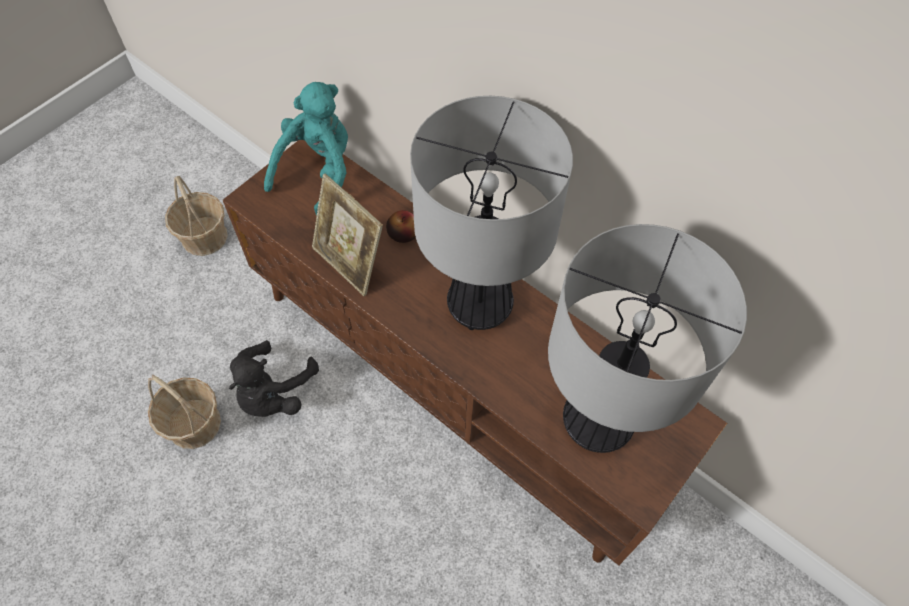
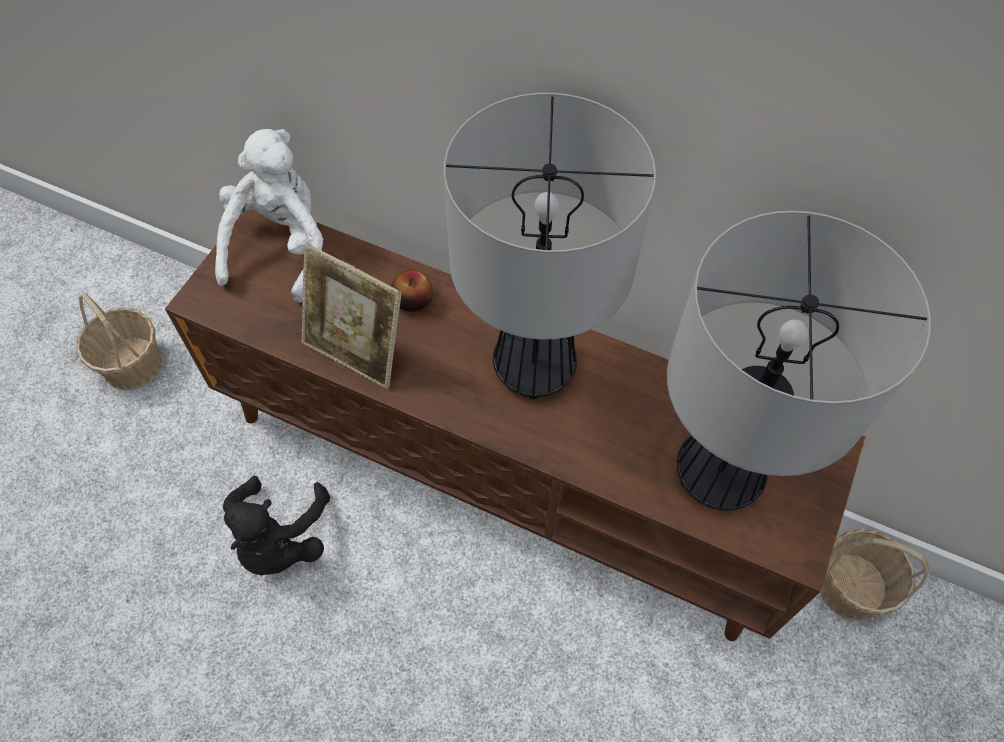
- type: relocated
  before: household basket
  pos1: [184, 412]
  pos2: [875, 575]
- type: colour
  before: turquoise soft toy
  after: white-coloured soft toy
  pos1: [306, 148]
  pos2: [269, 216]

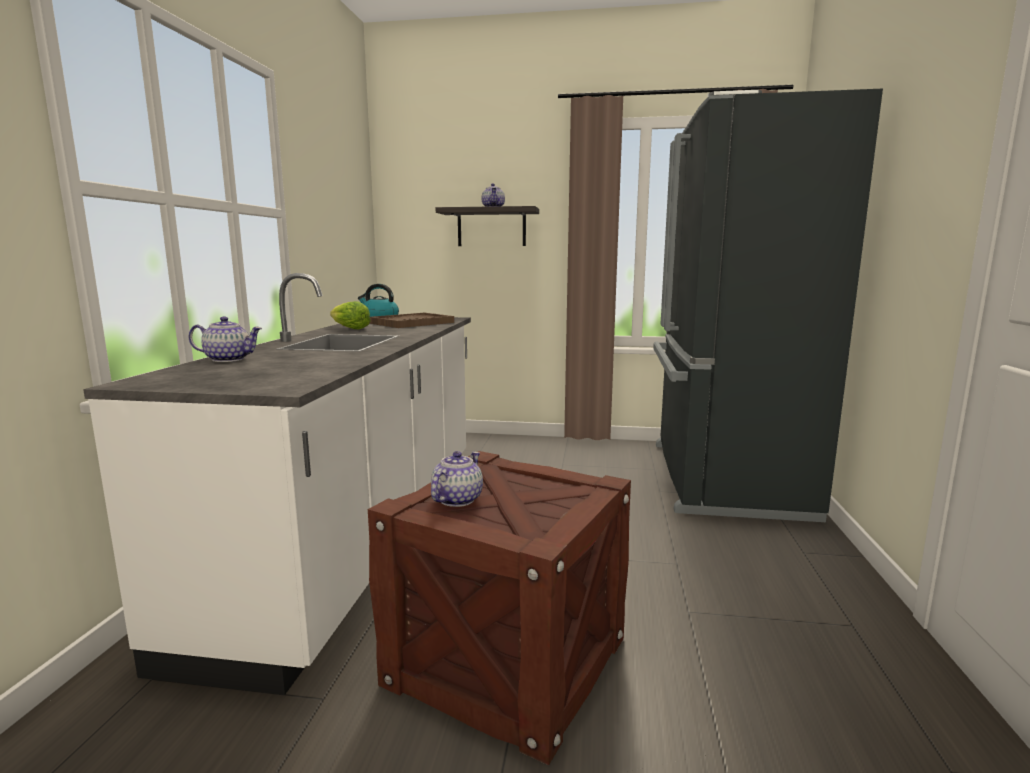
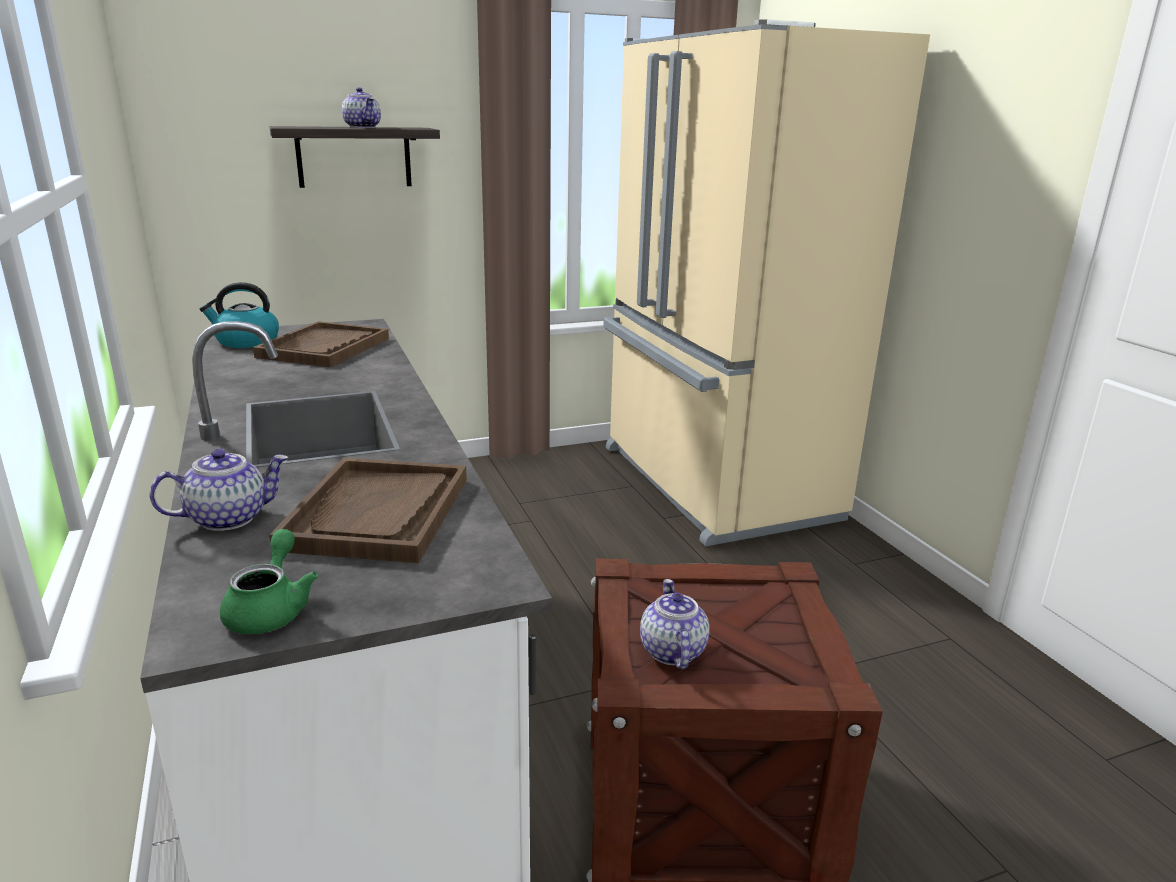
- type: missing
  before: lettuce head
  pos1: [350, 315]
- type: appeared
  after: greenish tea pot
  pos2: [269, 581]
- type: appeared
  after: brownish tray
  pos2: [368, 510]
- type: colour
  before: black refrigerator
  after: beige-coloured refrigerator
  pos1: [768, 305]
  pos2: [766, 282]

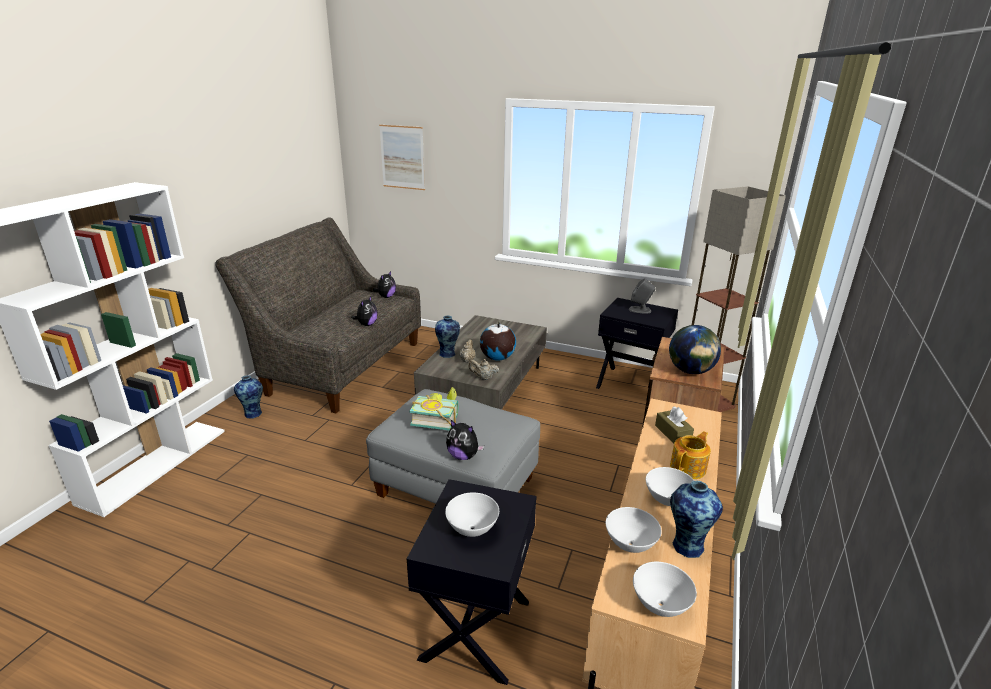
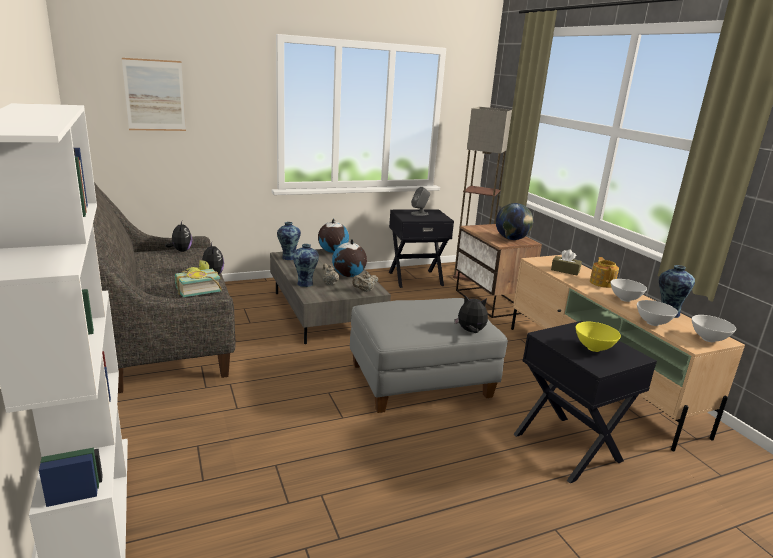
- type: appeared
  after: world globe
  pos2: [333, 235]
- type: relocated
  before: vase
  pos1: [248, 396]
  pos2: [289, 241]
- type: relocated
  before: bound book
  pos1: [434, 409]
  pos2: [198, 278]
- type: colour
  before: white-coloured bowl
  after: yellowish bowl
  pos1: [472, 514]
  pos2: [598, 337]
- type: spun
  before: soft toy
  pos1: [465, 439]
  pos2: [471, 314]
  turn: -150

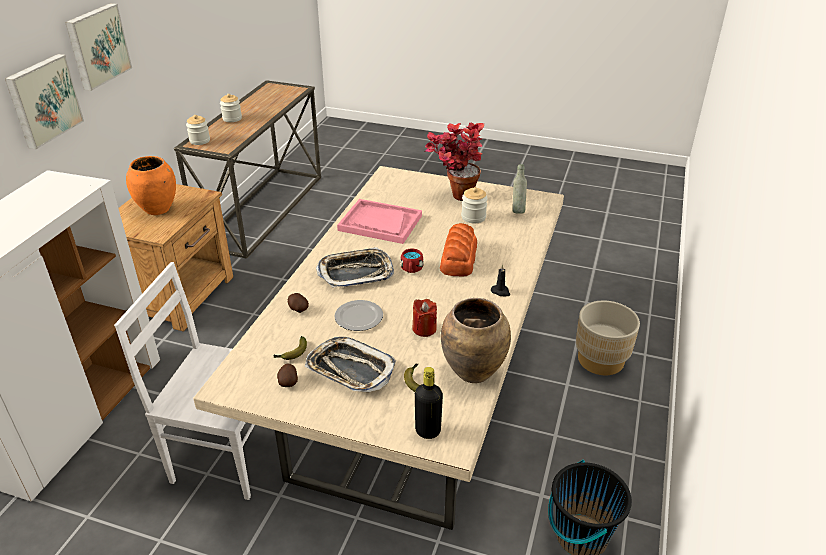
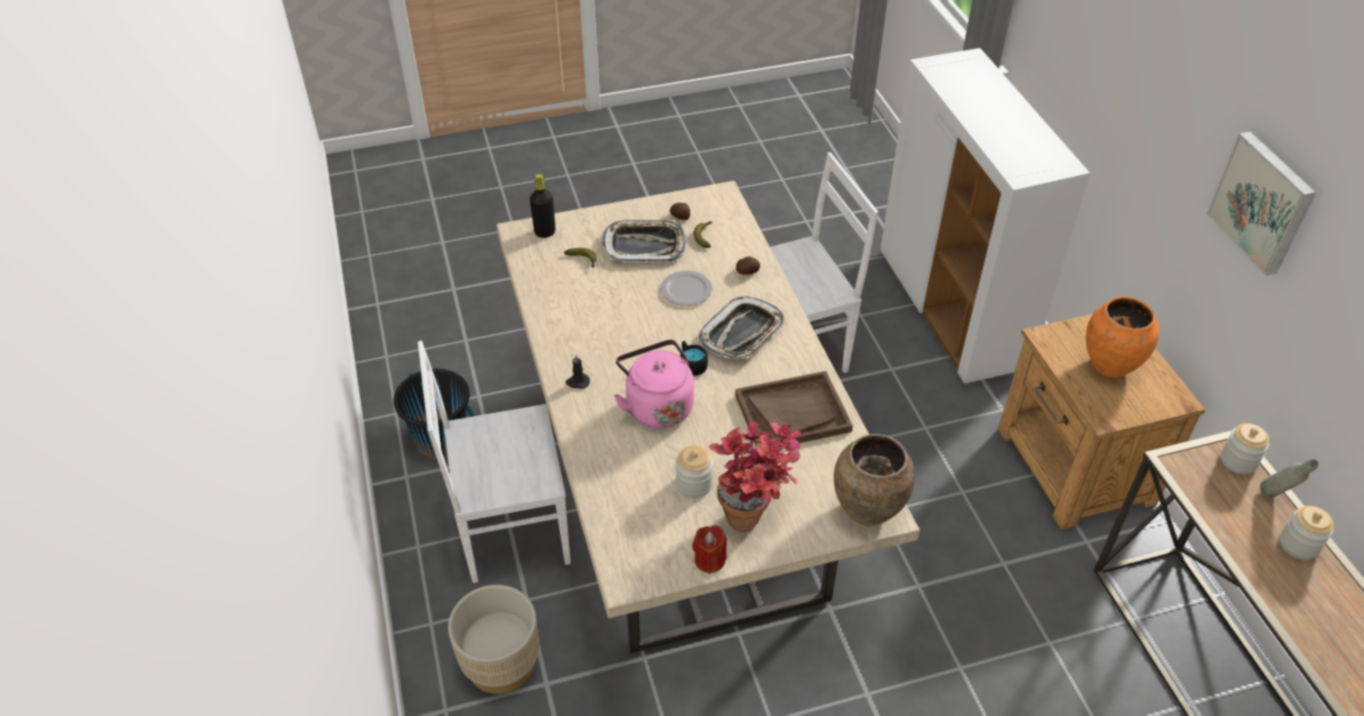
- type: missing
  before: wall picture
  pos1: [44, 102]
- type: appeared
  after: white-coloured plain chair
  pos2: [494, 462]
- type: relocated
  before: reddish wax light
  pos1: [424, 318]
  pos2: [709, 549]
- type: relocated
  before: brownish vase
  pos1: [476, 340]
  pos2: [874, 480]
- type: relocated
  before: gray bottle
  pos1: [519, 189]
  pos2: [1289, 478]
- type: exchanged
  before: bread
  after: pink water kettle
  pos1: [458, 249]
  pos2: [654, 383]
- type: colour
  before: pink tray
  after: brownish tray
  pos1: [379, 221]
  pos2: [794, 409]
- type: colour
  before: reddish coffee mug
  after: black coffee mug
  pos1: [412, 260]
  pos2: [694, 358]

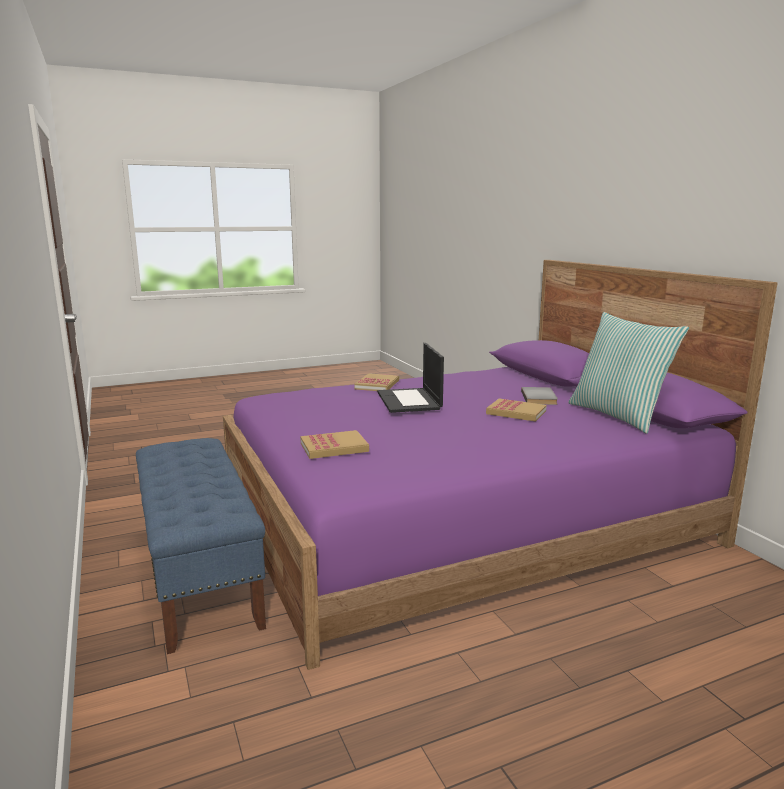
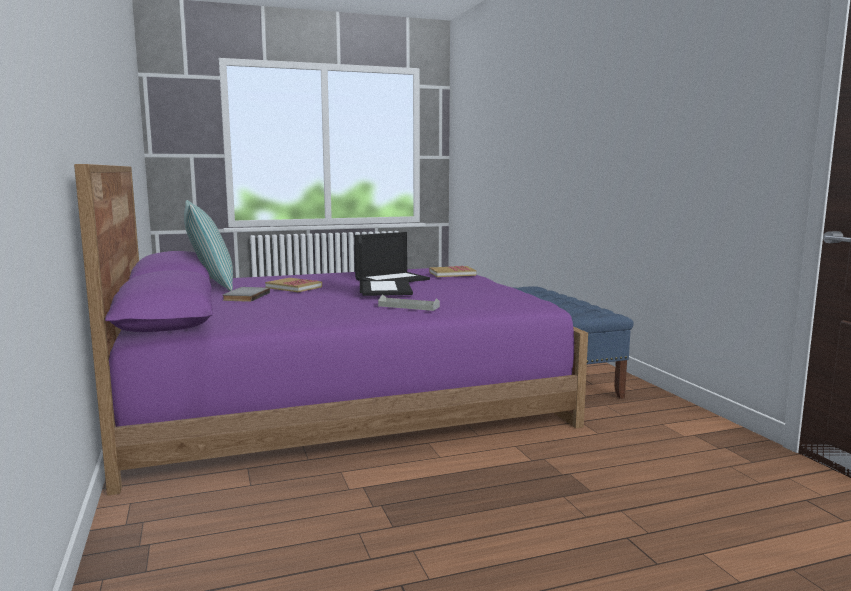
- type: appeared
  after: portable computer
  pos2: [392, 257]
- type: exchanged
  before: bound book
  after: gray tray
  pos1: [377, 382]
  pos2: [409, 303]

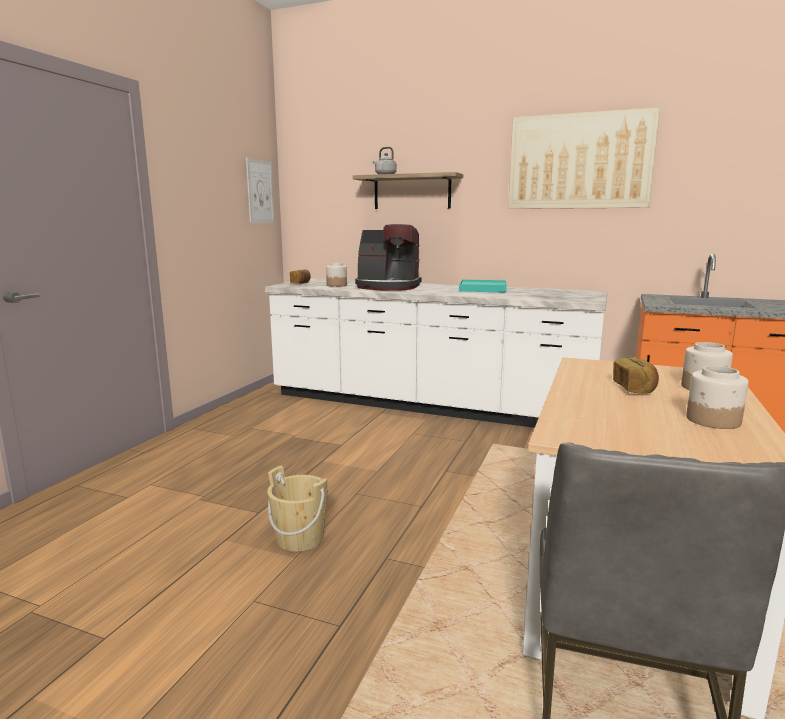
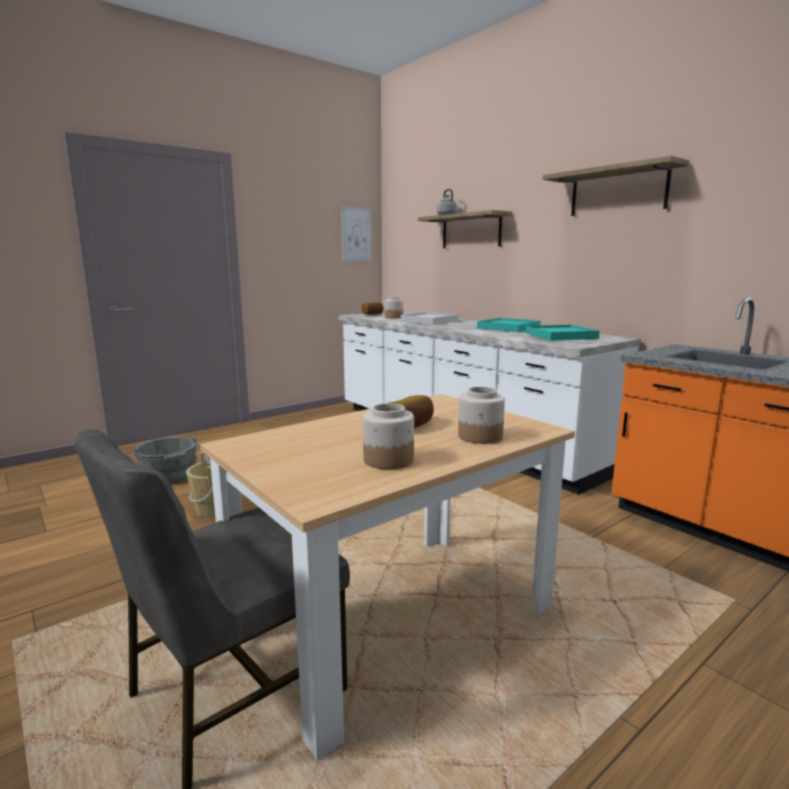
- type: appeared
  after: gray bucket
  pos2: [166, 460]
- type: appeared
  after: turquoise tray
  pos2: [563, 333]
- type: exchanged
  before: coffee machine
  after: white-coloured tray
  pos1: [388, 257]
  pos2: [429, 318]
- type: exchanged
  before: wall picture
  after: shelf
  pos1: [584, 158]
  pos2: [616, 186]

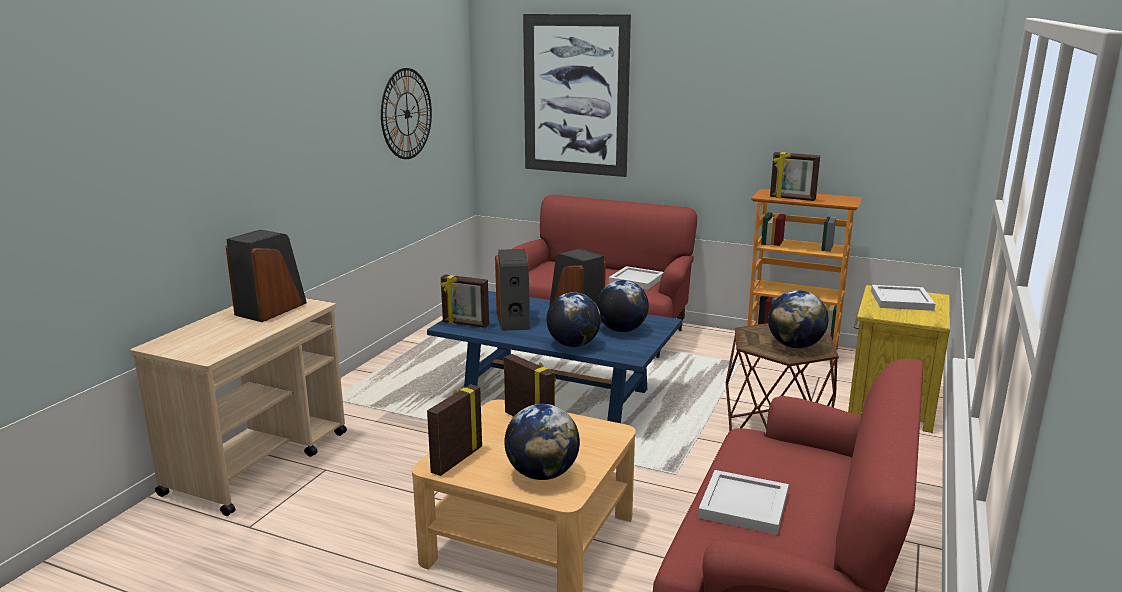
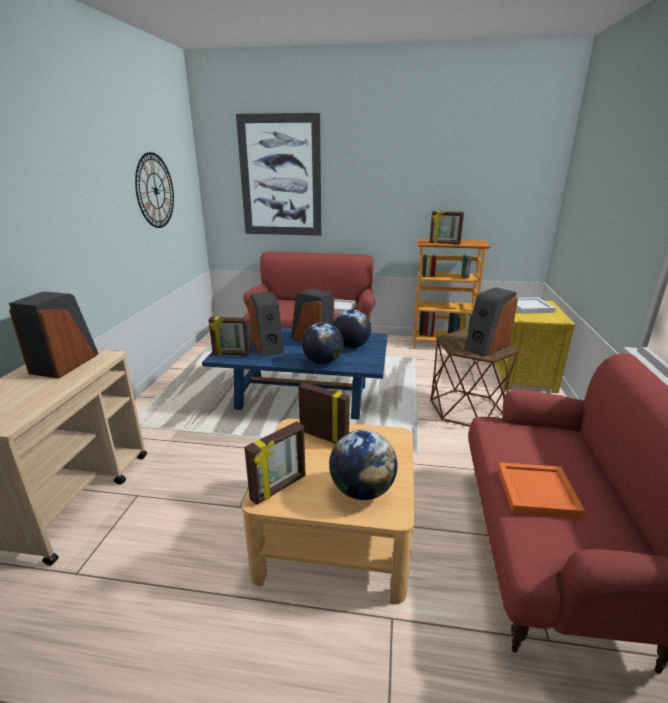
- type: exchanged
  before: world globe
  after: audio speaker
  pos1: [798, 319]
  pos2: [491, 322]
- type: colour
  before: white-coloured tray
  after: orange tray
  pos1: [743, 502]
  pos2: [541, 490]
- type: spun
  before: picture frame
  pos1: [454, 430]
  pos2: [275, 463]
  turn: -150

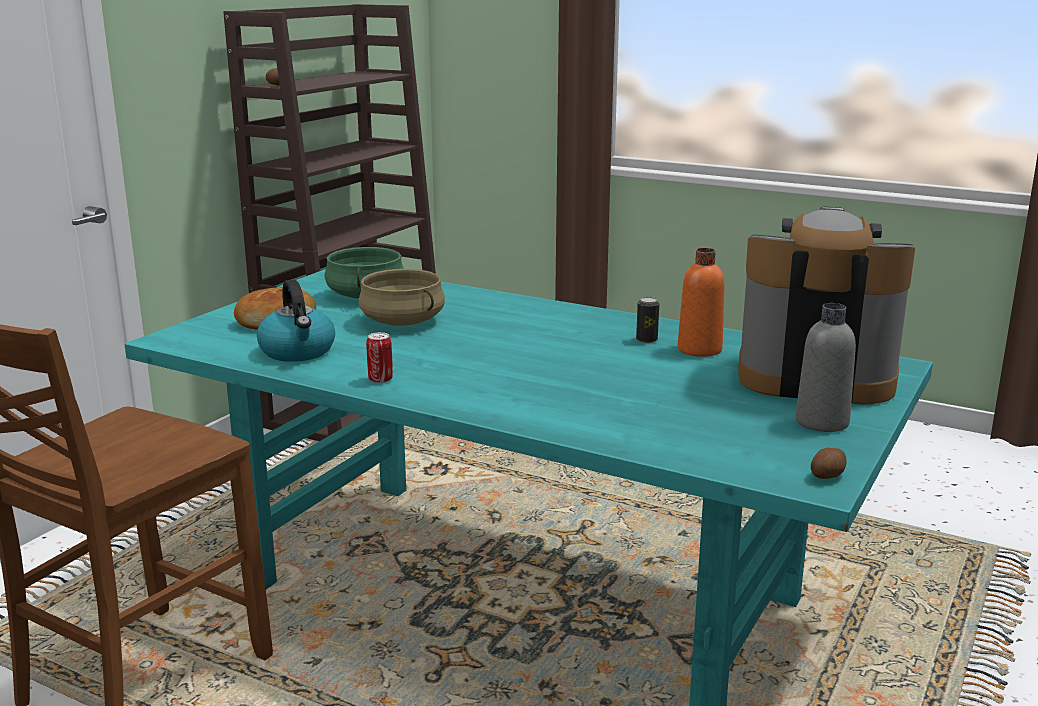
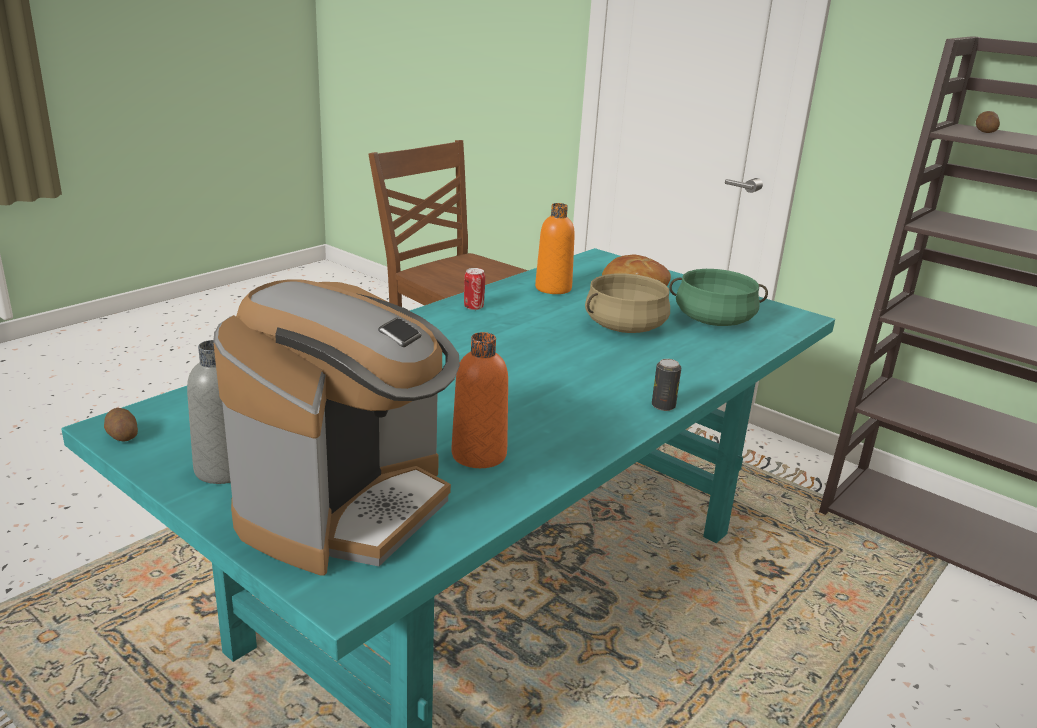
- type: relocated
  before: sealed can
  pos1: [647, 320]
  pos2: [666, 385]
- type: exchanged
  before: water kettle
  after: orange bottle
  pos1: [296, 321]
  pos2: [555, 248]

